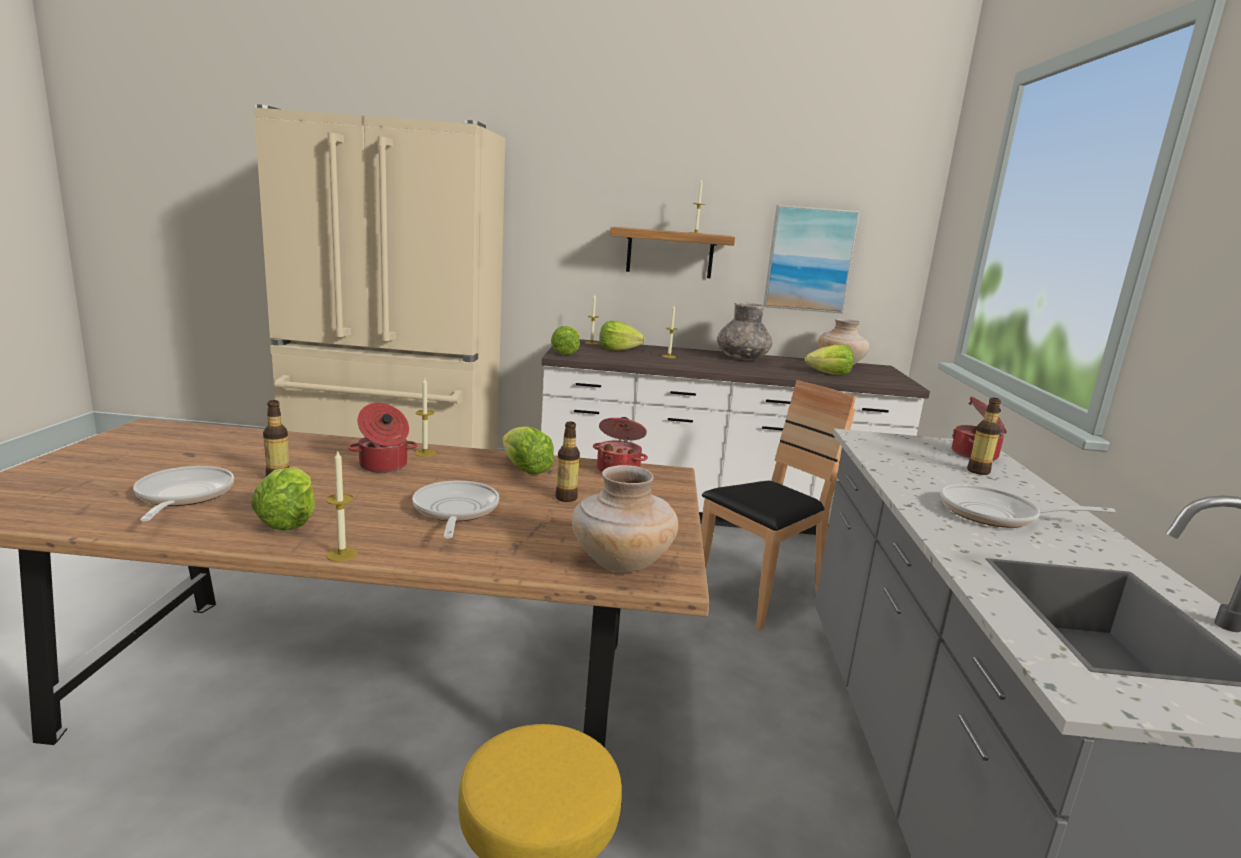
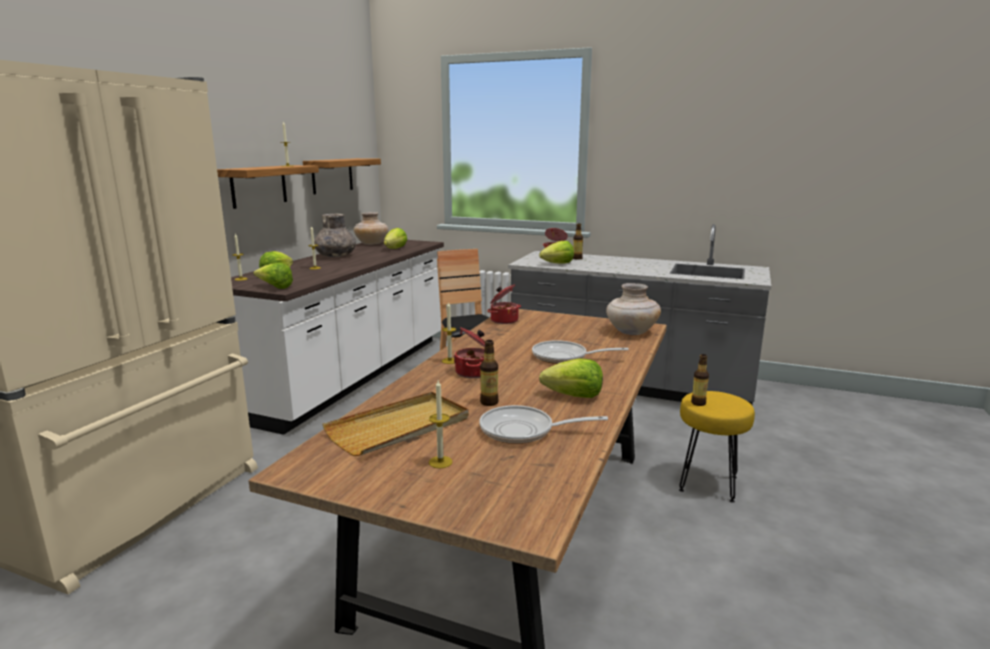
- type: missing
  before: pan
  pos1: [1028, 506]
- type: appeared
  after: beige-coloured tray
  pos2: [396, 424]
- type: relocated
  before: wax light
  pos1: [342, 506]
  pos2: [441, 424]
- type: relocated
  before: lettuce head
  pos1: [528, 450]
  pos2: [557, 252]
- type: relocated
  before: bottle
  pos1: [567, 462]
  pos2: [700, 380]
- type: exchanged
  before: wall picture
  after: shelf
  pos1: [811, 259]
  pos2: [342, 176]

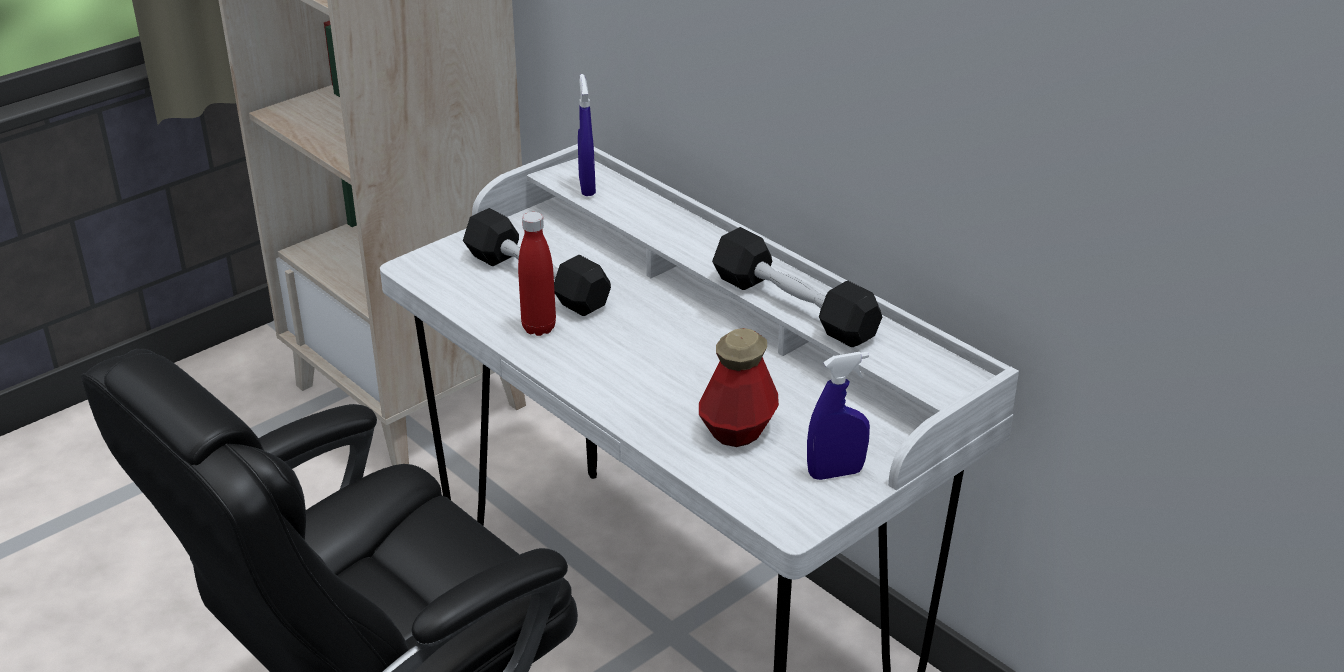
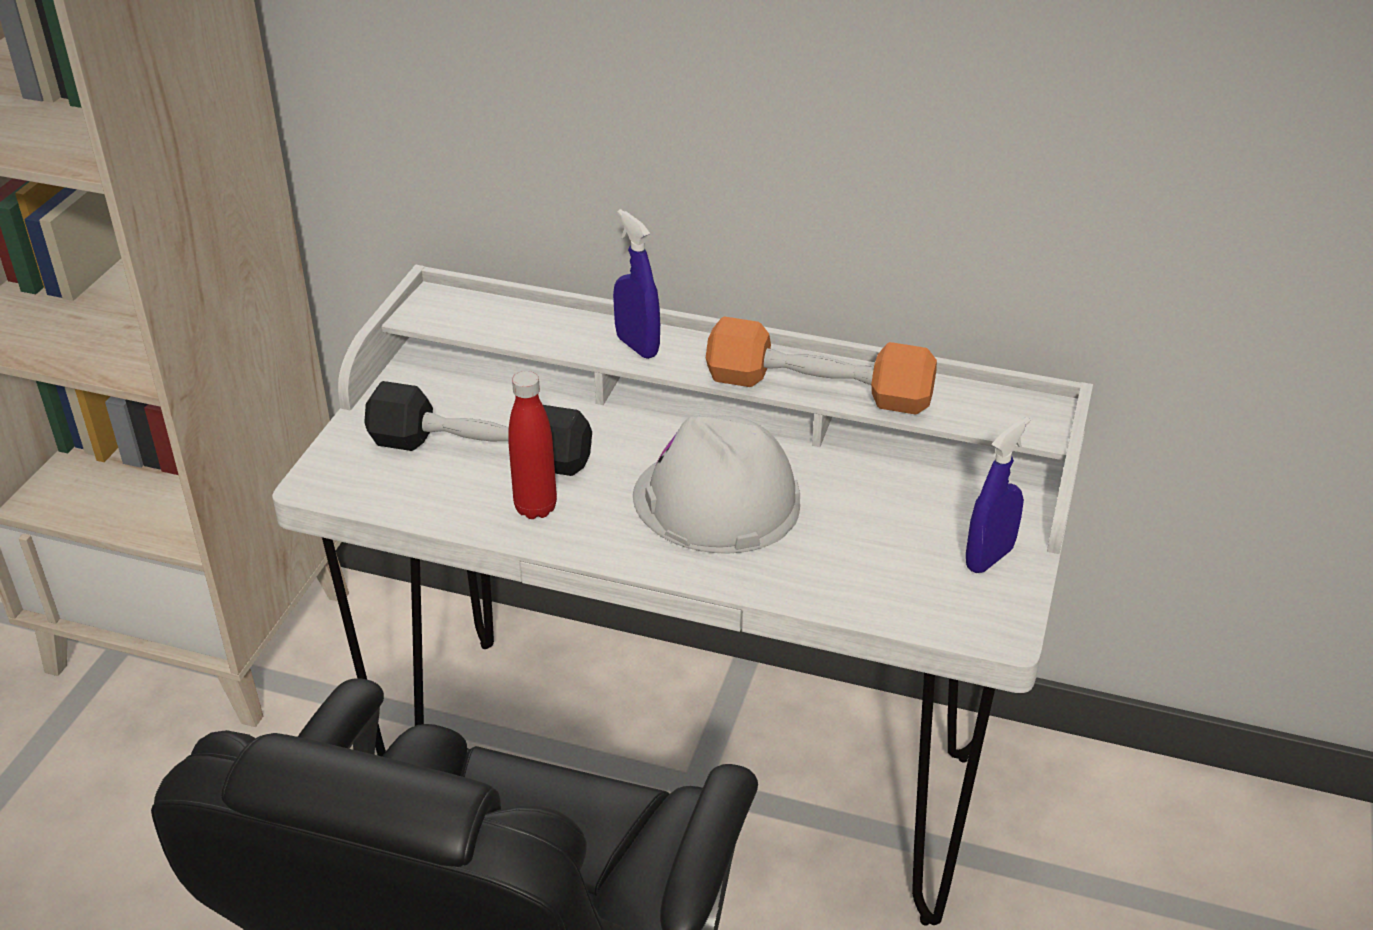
- type: missing
  before: bottle
  pos1: [739, 387]
- type: appeared
  after: white-coloured safety helmet
  pos2: [716, 484]
- type: relocated
  before: bluish hand sprayer
  pos1: [587, 135]
  pos2: [636, 284]
- type: colour
  before: black dumbbell
  after: orange dumbbell
  pos1: [797, 287]
  pos2: [821, 365]

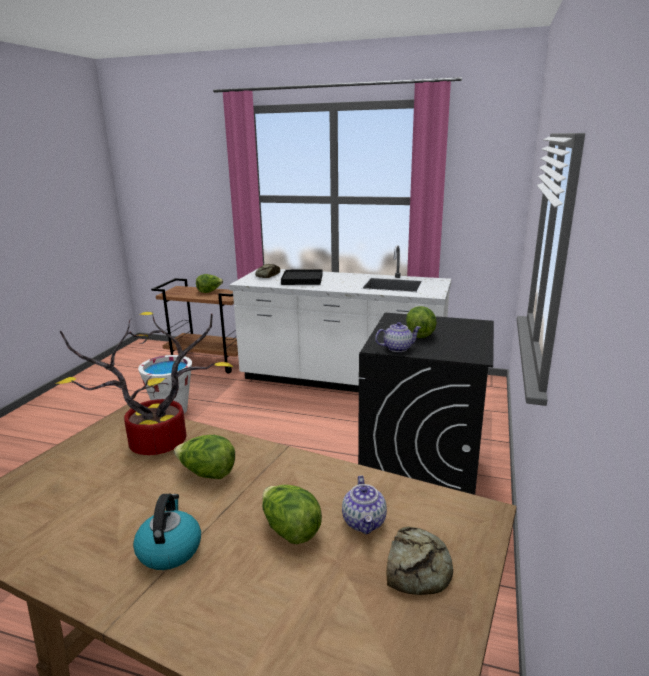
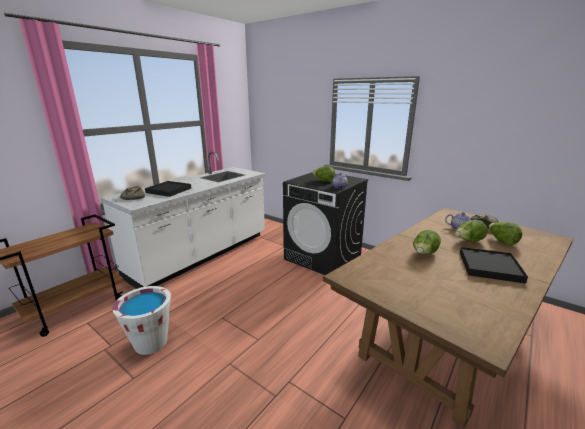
- type: missing
  before: potted plant
  pos1: [144, 383]
- type: relocated
  before: lettuce head
  pos1: [209, 283]
  pos2: [505, 233]
- type: exchanged
  before: water kettle
  after: black tray
  pos1: [167, 532]
  pos2: [494, 265]

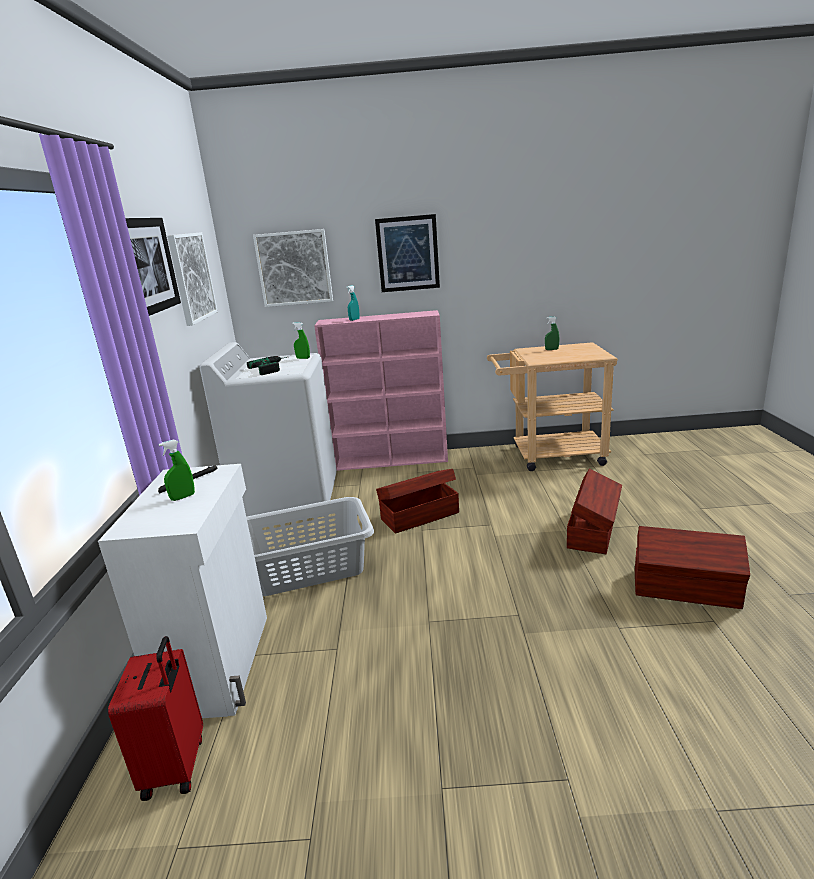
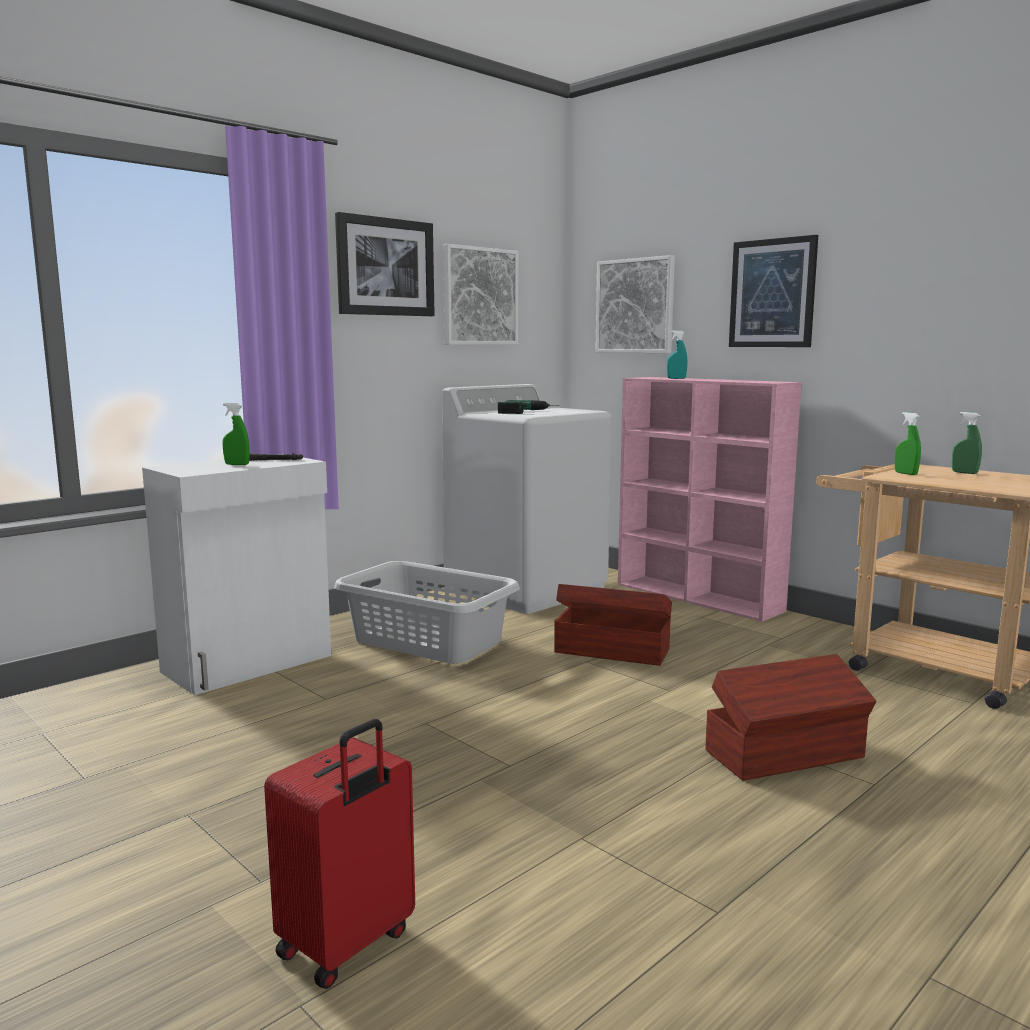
- type: missing
  before: brownish storage container
  pos1: [692, 567]
- type: relocated
  before: reddish travel case
  pos1: [155, 718]
  pos2: [339, 854]
- type: relocated
  before: greenish hand sprayer
  pos1: [301, 340]
  pos2: [908, 443]

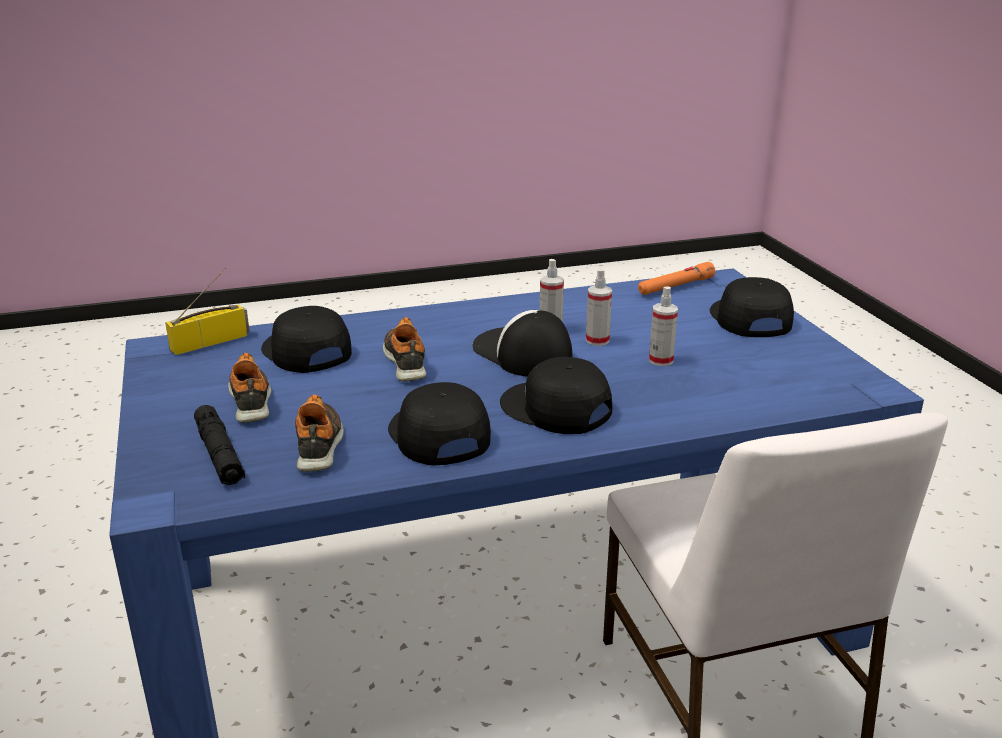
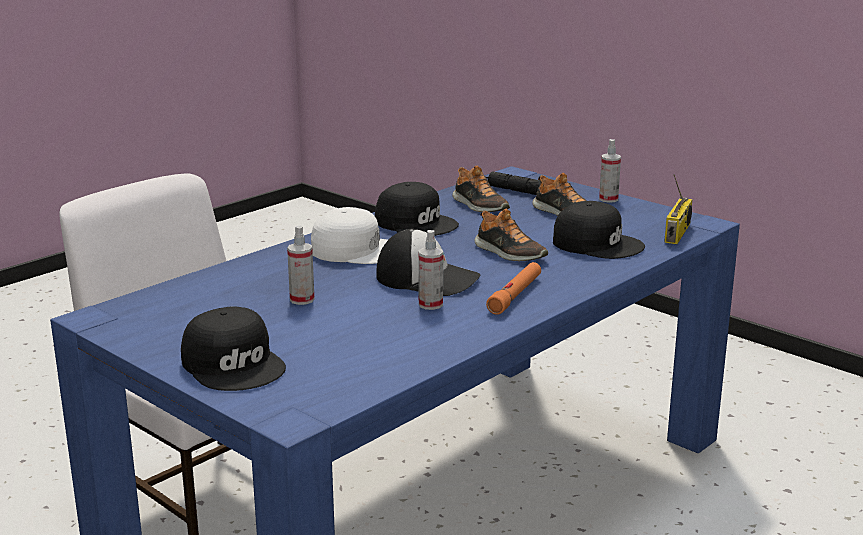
- type: relocated
  before: hand sprayer
  pos1: [599, 307]
  pos2: [610, 171]
- type: relocated
  before: orange hand torch
  pos1: [676, 278]
  pos2: [513, 288]
- type: colour
  before: black baseball cap
  after: white-coloured baseball cap
  pos1: [556, 395]
  pos2: [349, 235]

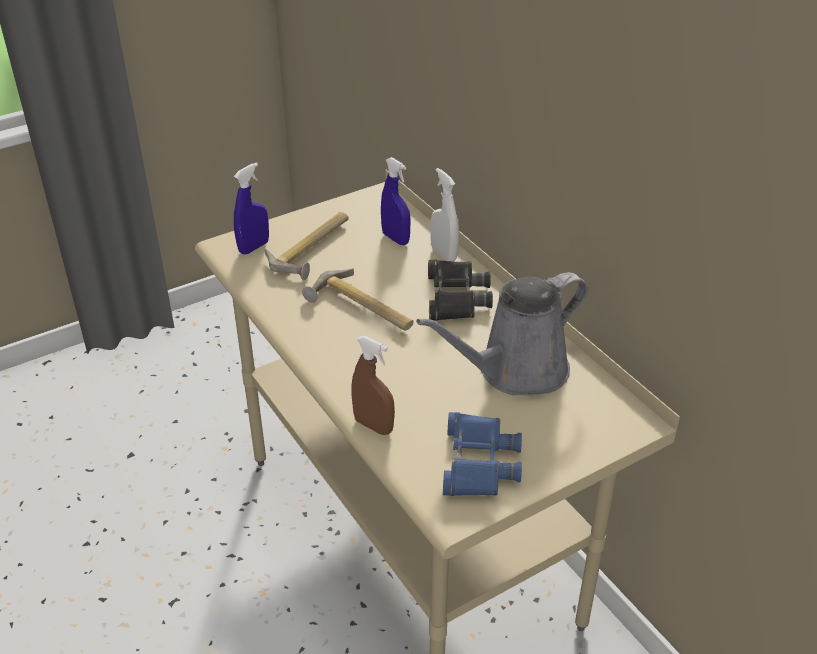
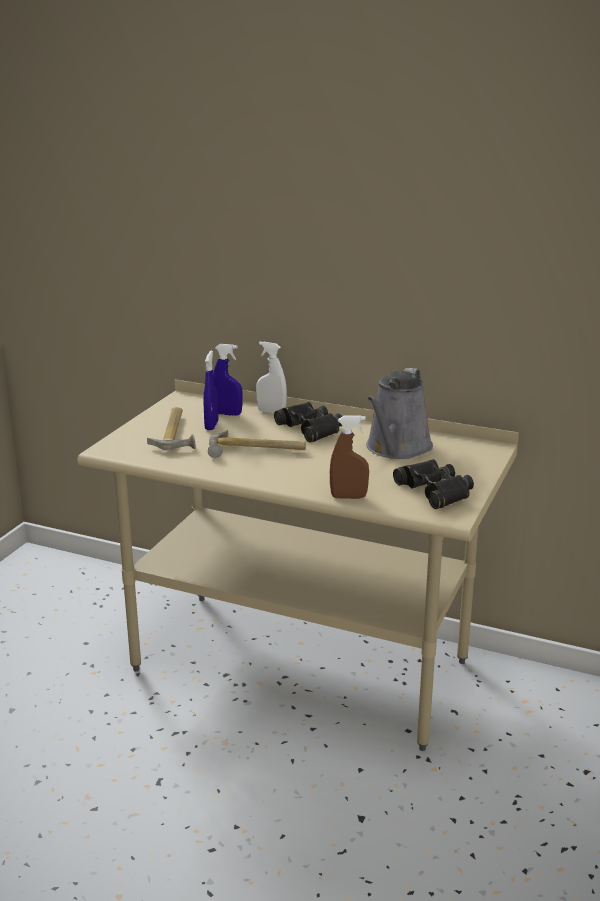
- type: relocated
  before: bluish hand sprayer
  pos1: [251, 208]
  pos2: [211, 390]
- type: colour
  before: bluish pair of binoculars
  after: black pair of binoculars
  pos1: [482, 454]
  pos2: [433, 484]

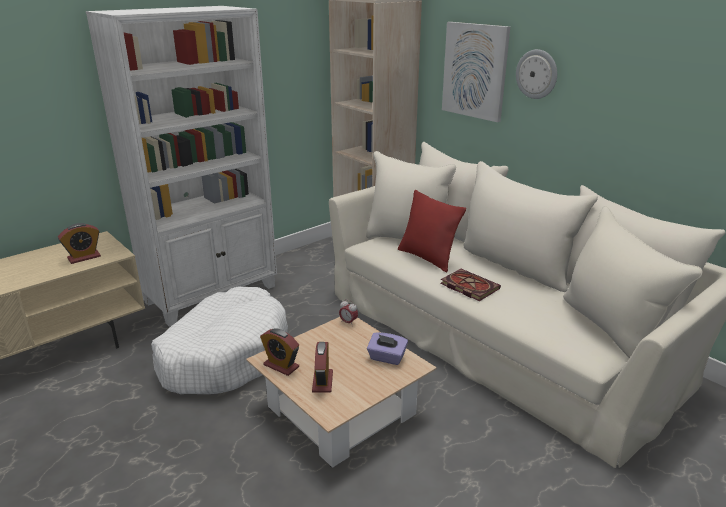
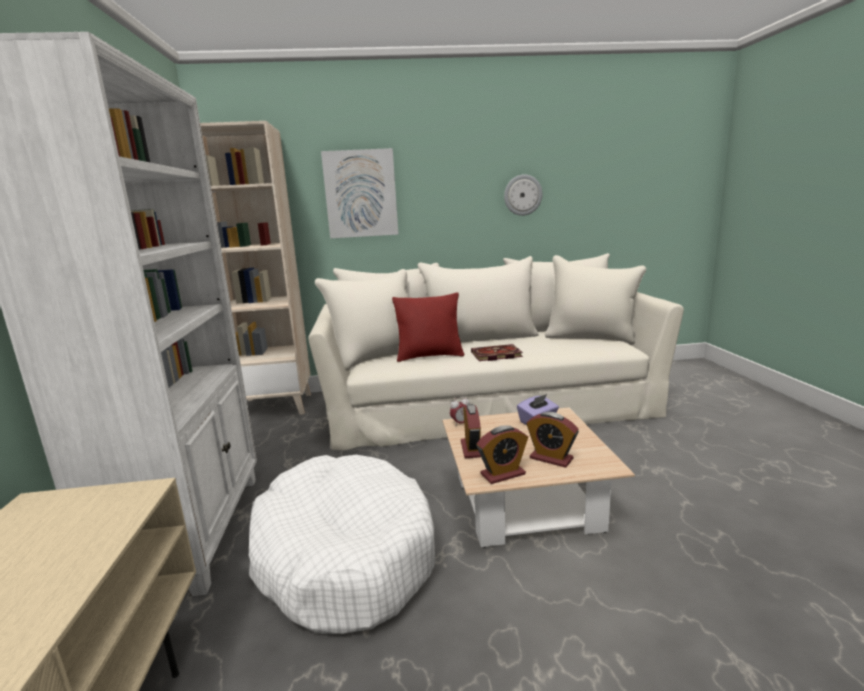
- type: relocated
  before: table clock
  pos1: [79, 243]
  pos2: [471, 431]
- type: relocated
  before: wall clock
  pos1: [536, 74]
  pos2: [523, 195]

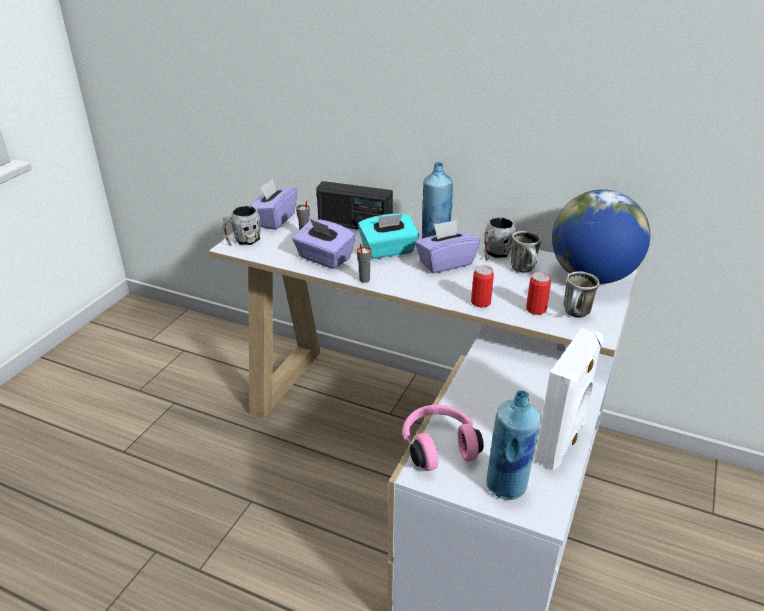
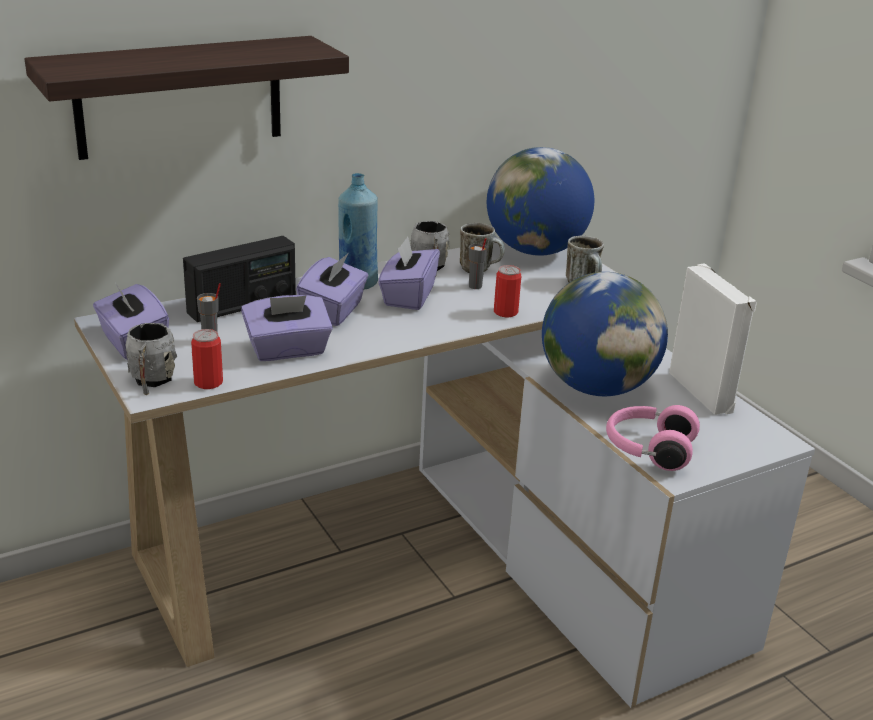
- type: missing
  before: bluish bottle
  pos1: [513, 445]
- type: appeared
  after: shelf
  pos2: [187, 98]
- type: appeared
  after: world globe
  pos2: [605, 334]
- type: relocated
  before: gray small cup
  pos1: [364, 263]
  pos2: [478, 263]
- type: relocated
  before: sealed can
  pos1: [538, 293]
  pos2: [207, 359]
- type: colour
  before: turquoise tissue box
  after: purplish tissue box
  pos1: [388, 236]
  pos2: [332, 290]

